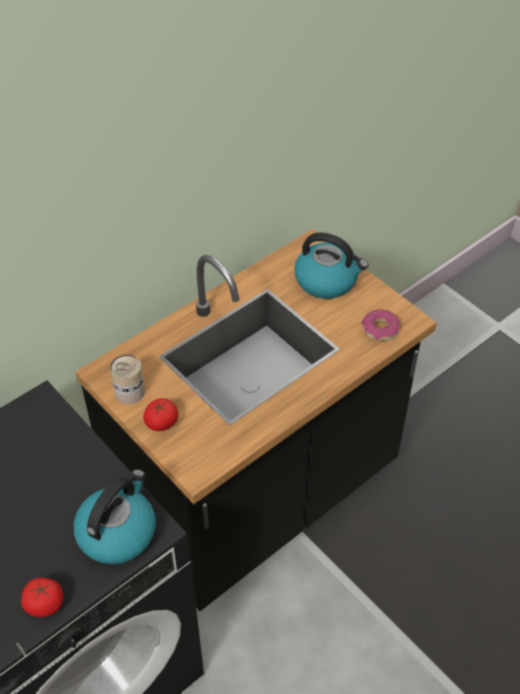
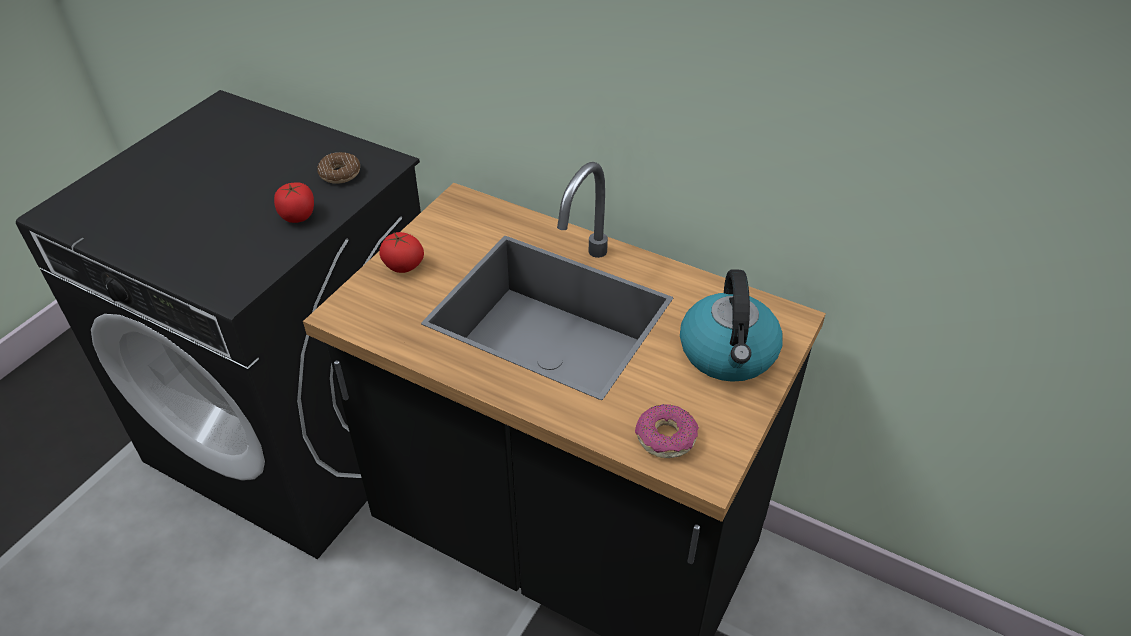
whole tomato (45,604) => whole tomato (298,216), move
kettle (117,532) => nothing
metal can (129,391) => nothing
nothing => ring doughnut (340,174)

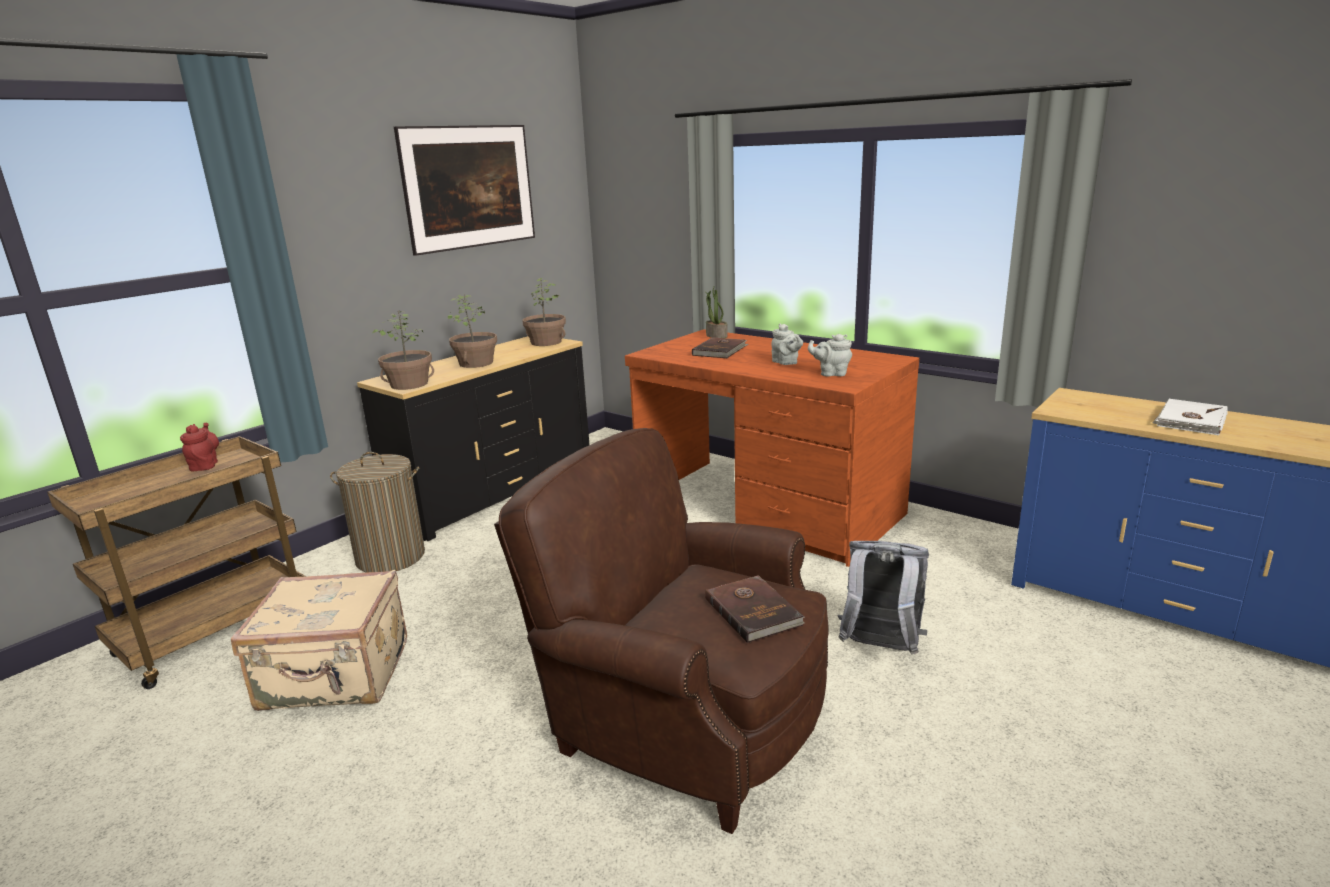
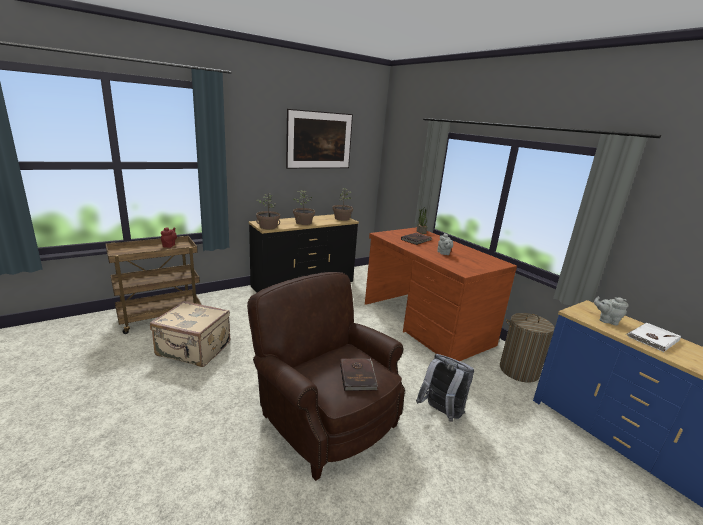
laundry basket (390,557) => laundry basket (519,370), move
teapot (grey) (831,373) => teapot (grey) (606,321), move

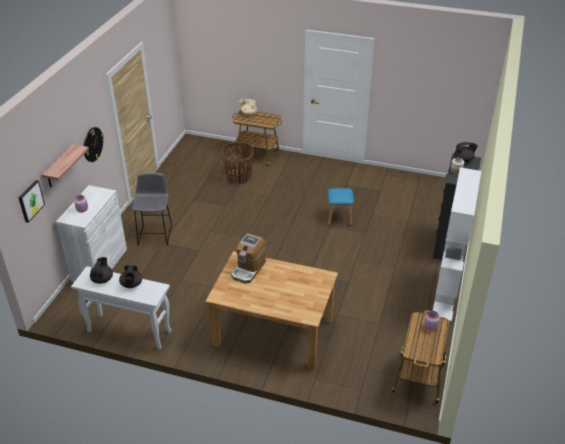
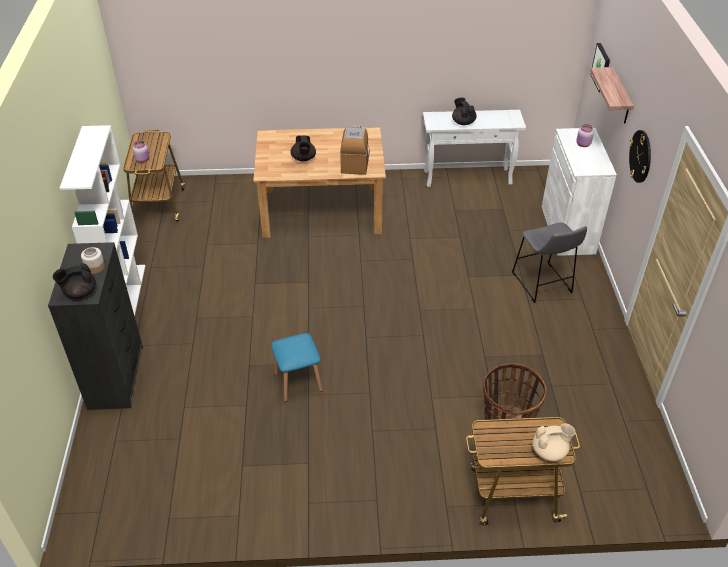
teapot (blackish) (102,279) => teapot (blackish) (303,159), move

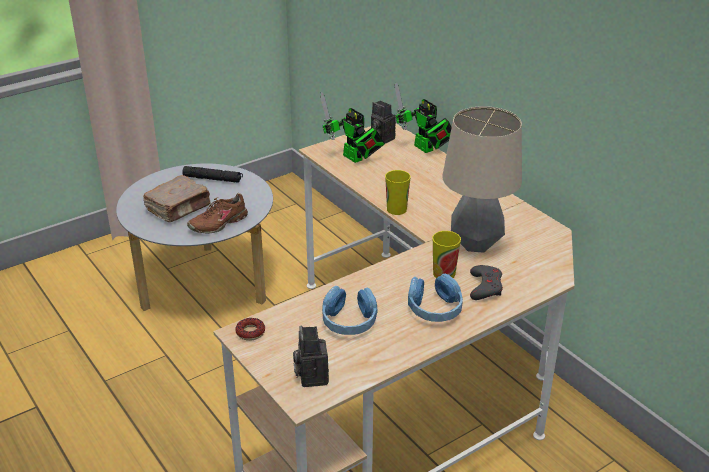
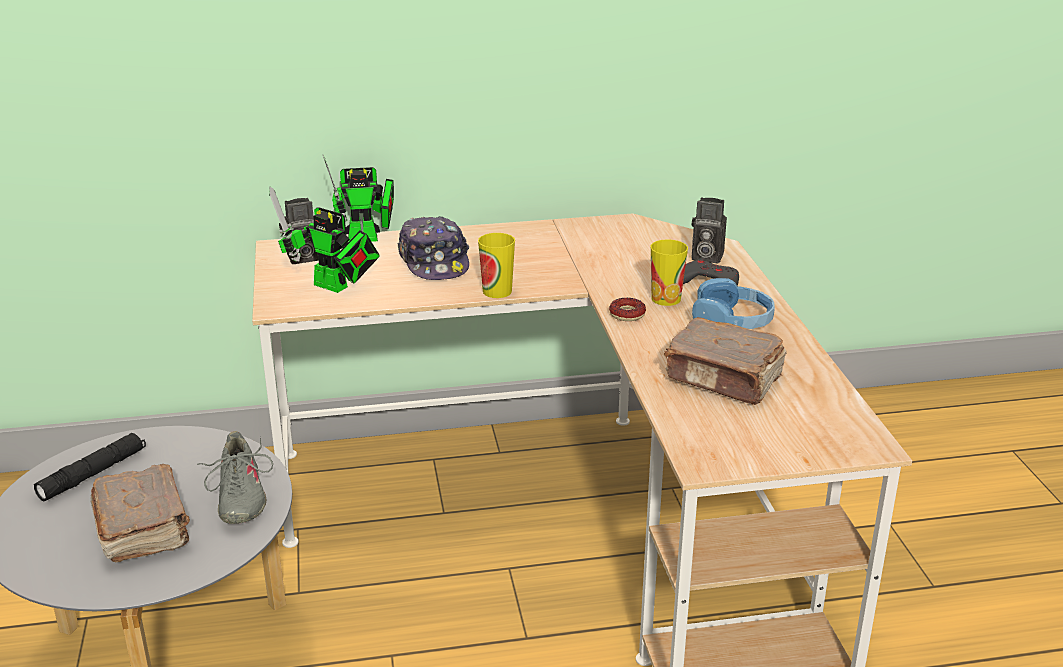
item of footwear (brown) (218,223) => item of footwear (grey) (239,497)
ring doughnut (250,332) => ring doughnut (627,314), move
photo camera (311,376) => photo camera (705,257), move
model robot (355,159) => model robot (335,287), 45 degrees clockwise
headset (blue) (349,321) => volume (brown) (724,379)
table lamp (476,244) => nothing
nothing => peaked cap (434,262)

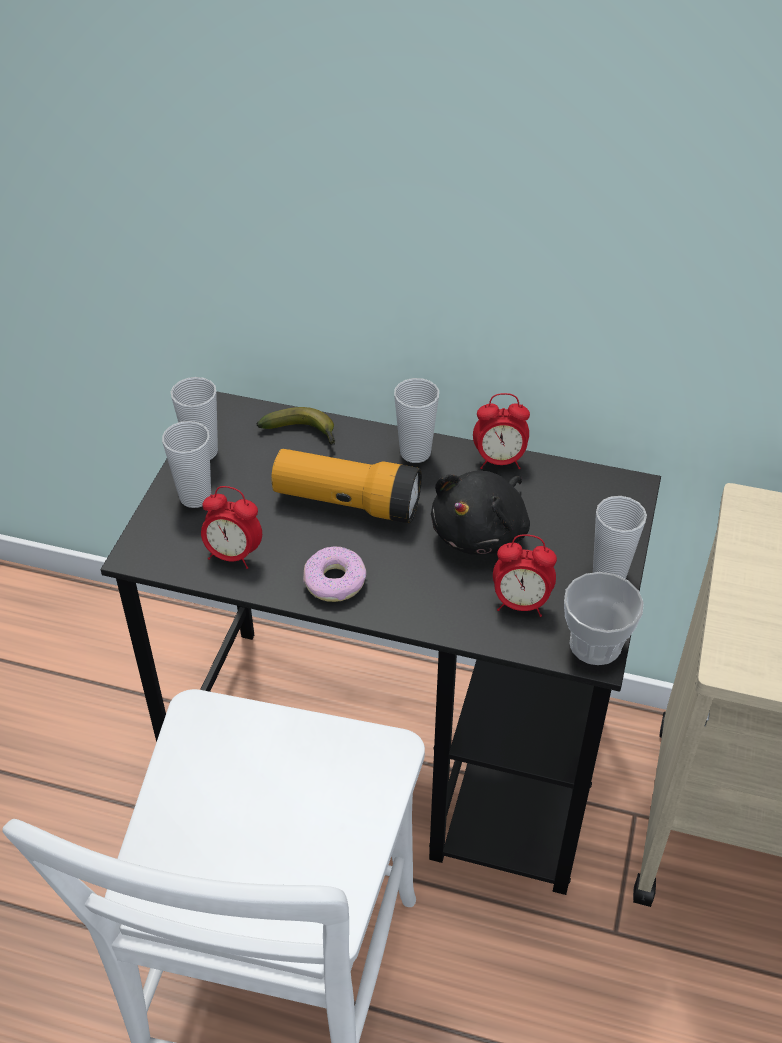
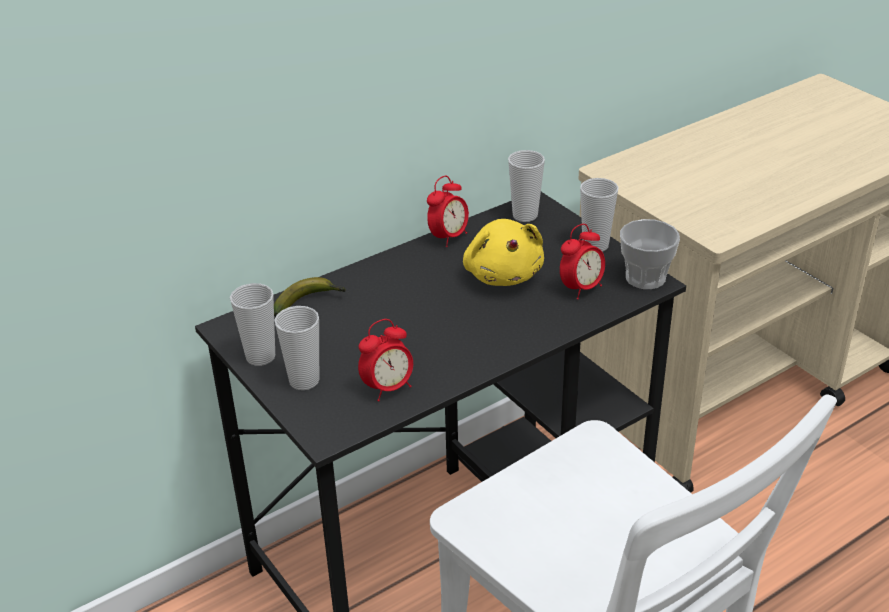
torch (347,502) => nothing
ring doughnut (335,581) => nothing
drinking cup (415,453) => drinking cup (525,215), move
plush toy (blackish) (482,532) => plush toy (yellowish) (503,274)

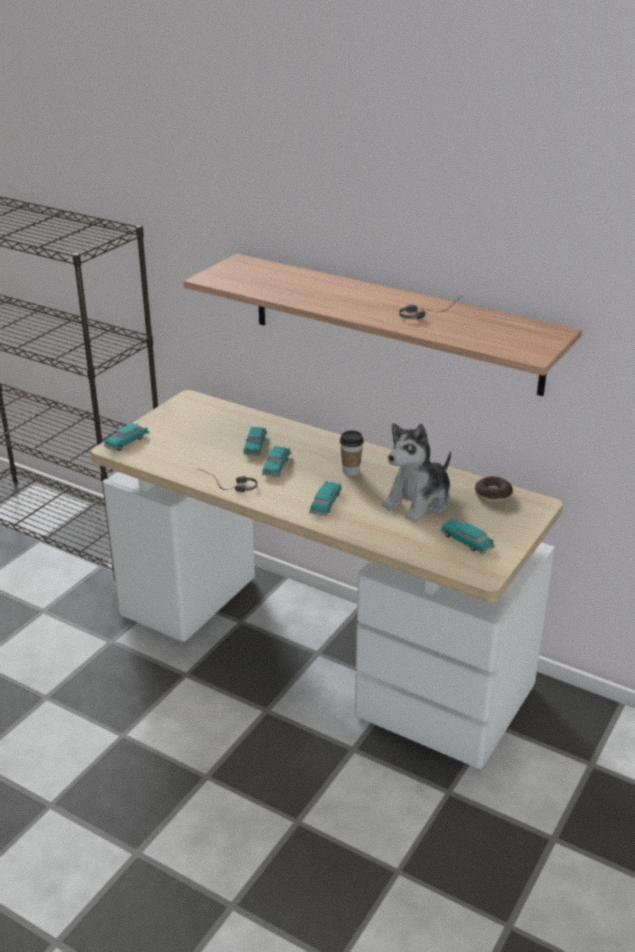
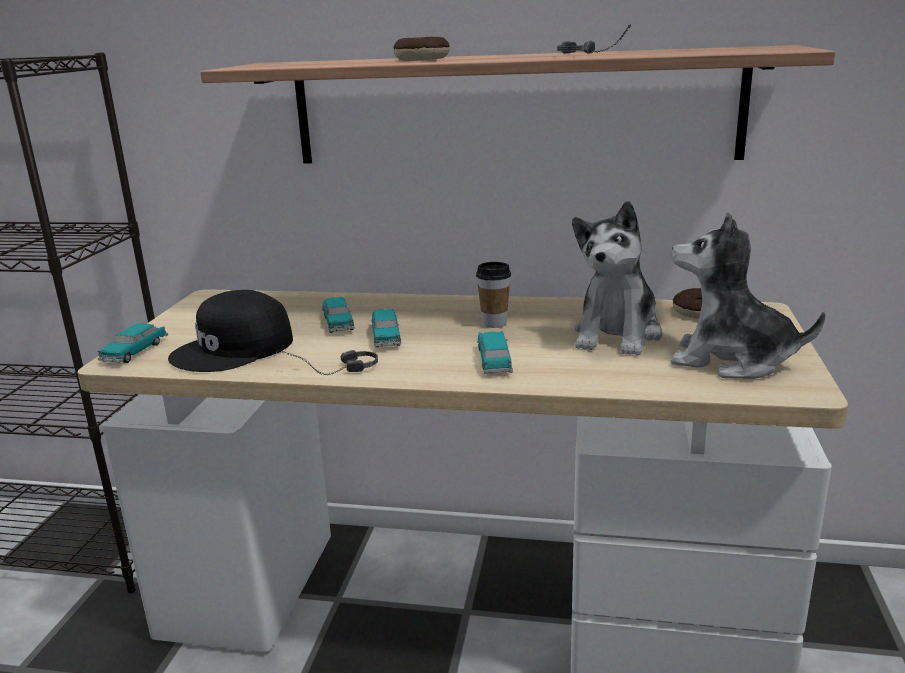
miniature car (466,541) => plush toy (731,361)
nothing => peaked cap (blackish) (234,349)
nothing => ring doughnut (422,59)

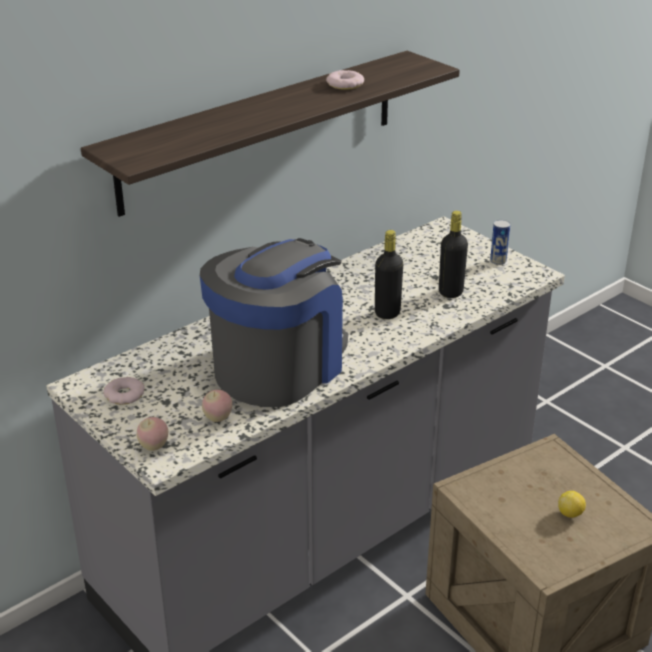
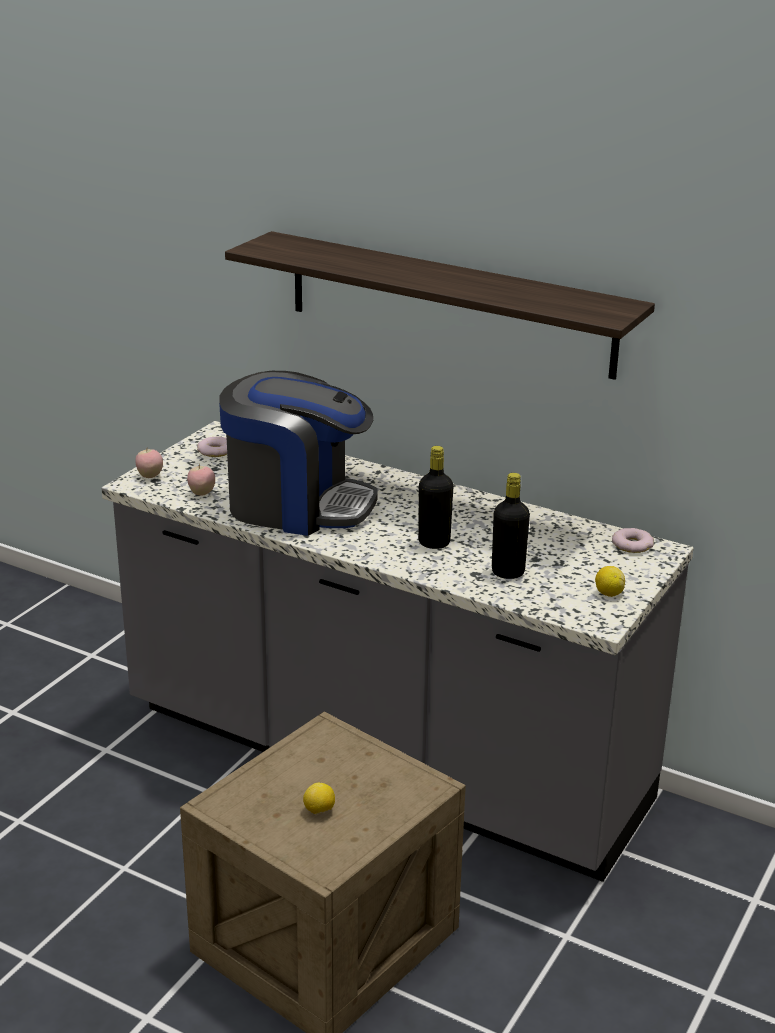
ring doughnut (345,84) => ring doughnut (632,545), move
metal can (498,261) => lemon (608,593)

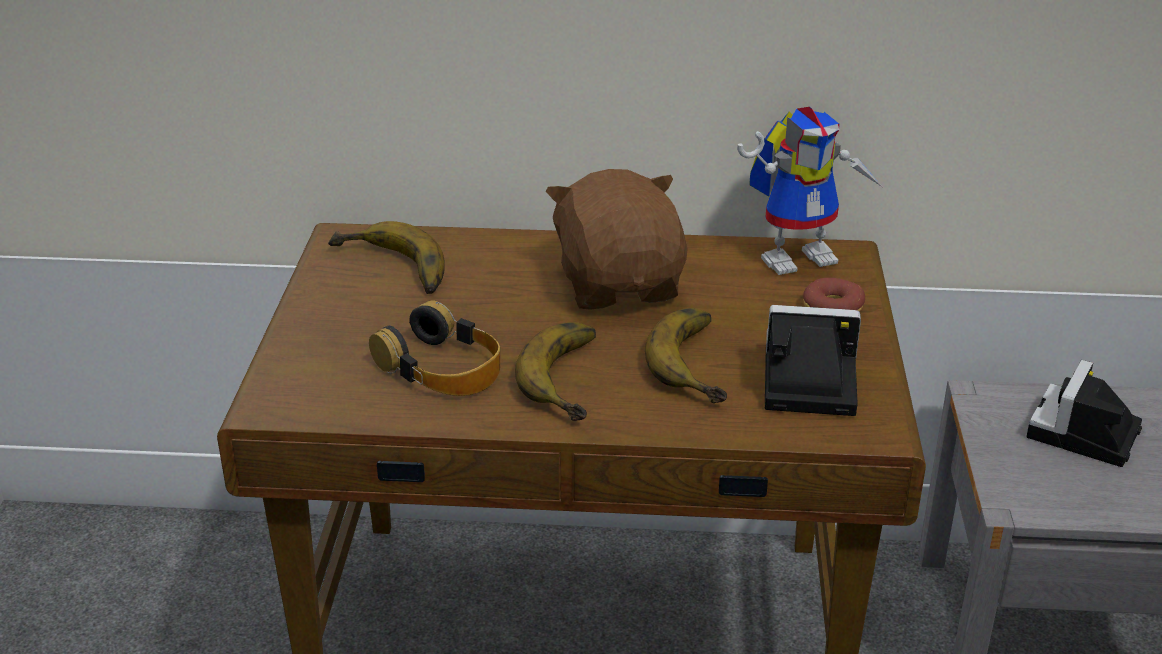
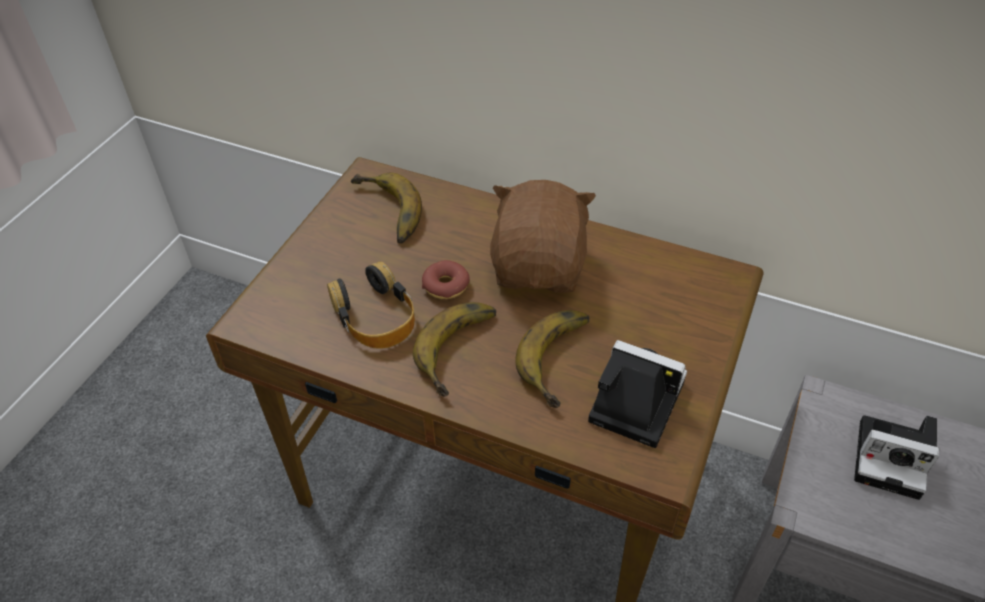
model robot (799,255) => nothing
ring doughnut (832,308) => ring doughnut (446,286), move
photo camera (1083,435) => photo camera (892,458), 120 degrees counterclockwise

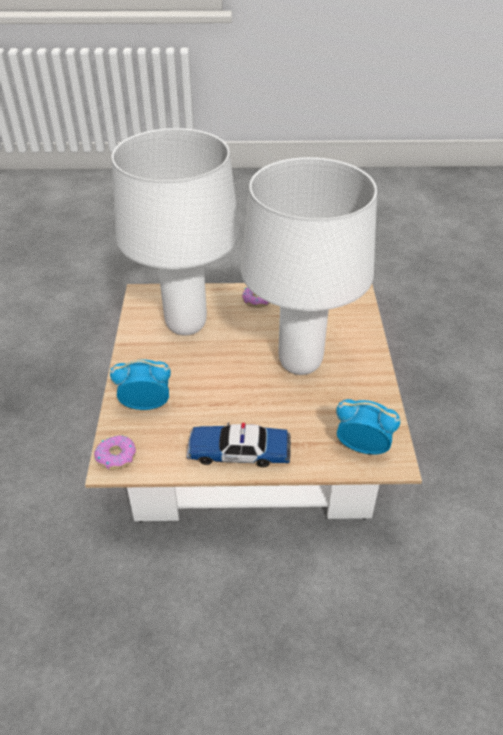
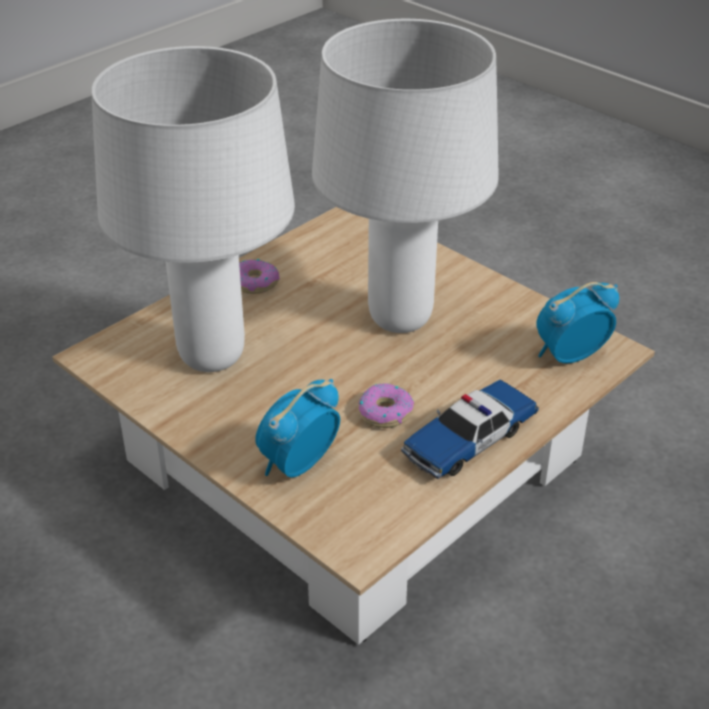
ring doughnut (116,456) => ring doughnut (385,412), move

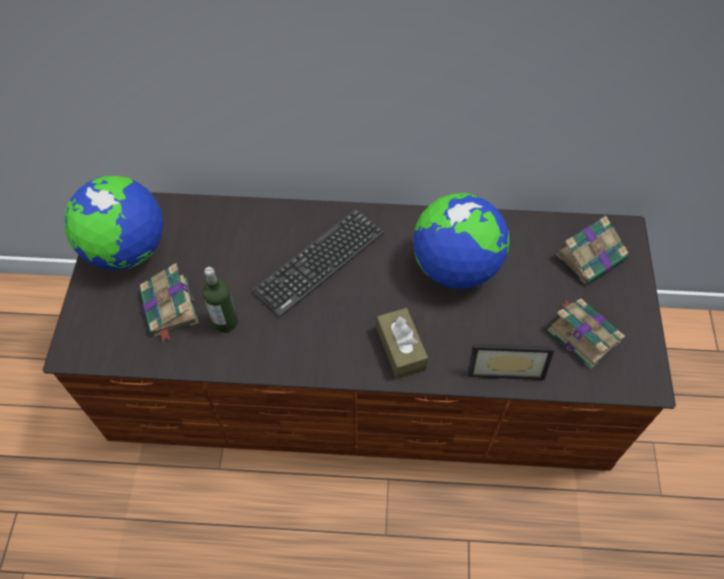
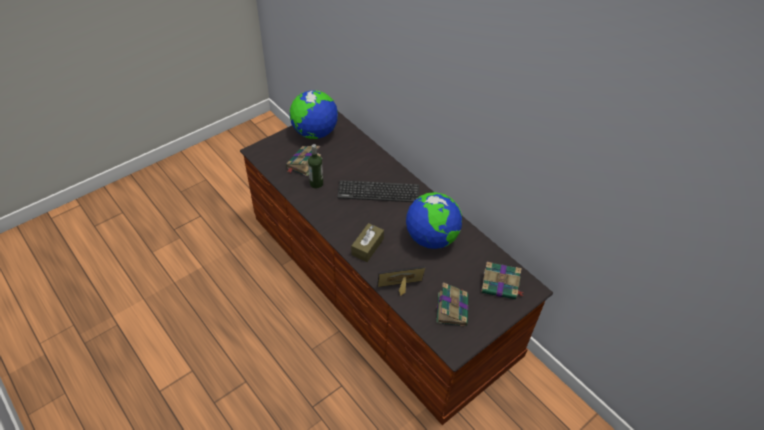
picture frame (505,365) => picture frame (401,289), 120 degrees clockwise

